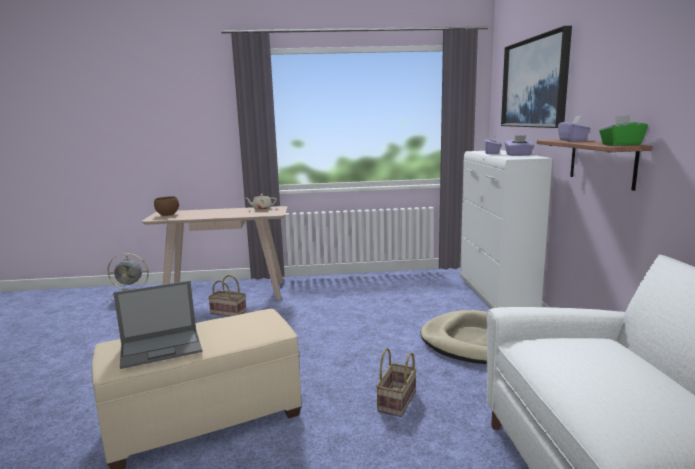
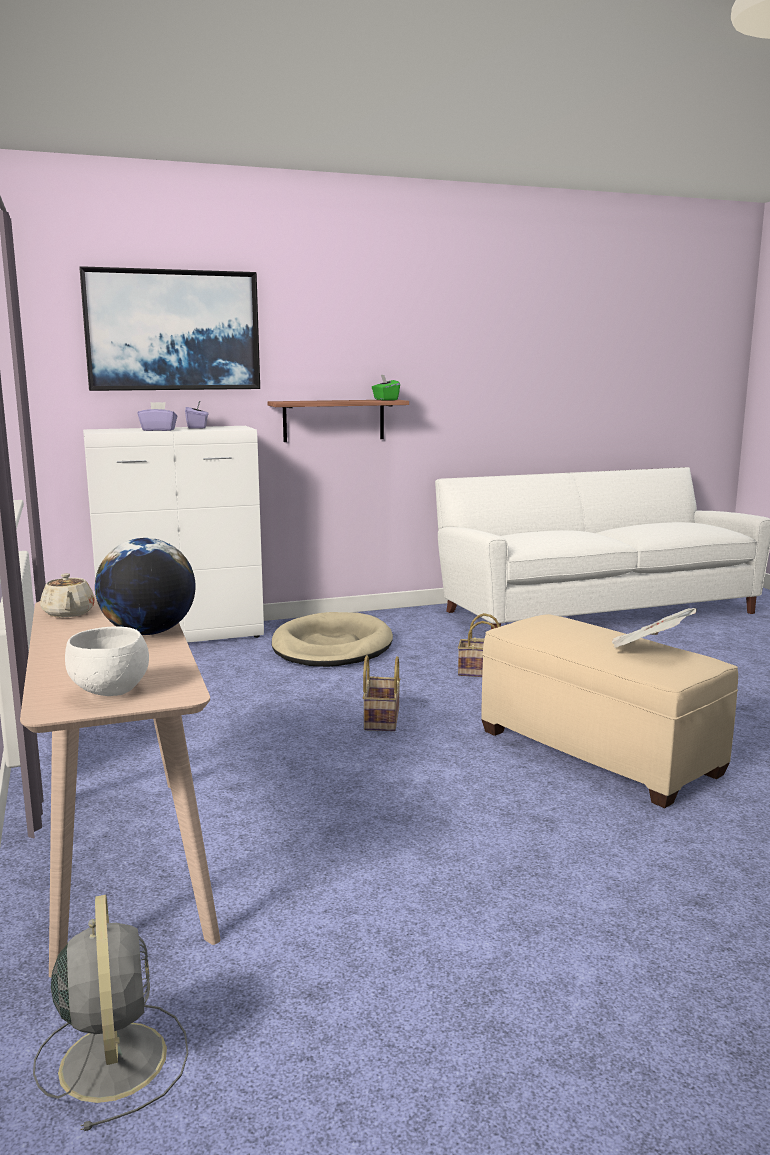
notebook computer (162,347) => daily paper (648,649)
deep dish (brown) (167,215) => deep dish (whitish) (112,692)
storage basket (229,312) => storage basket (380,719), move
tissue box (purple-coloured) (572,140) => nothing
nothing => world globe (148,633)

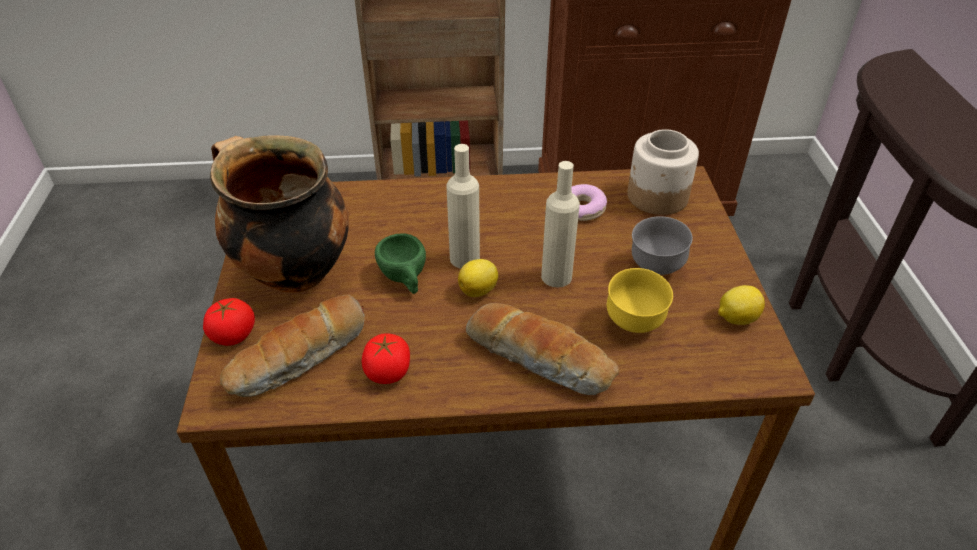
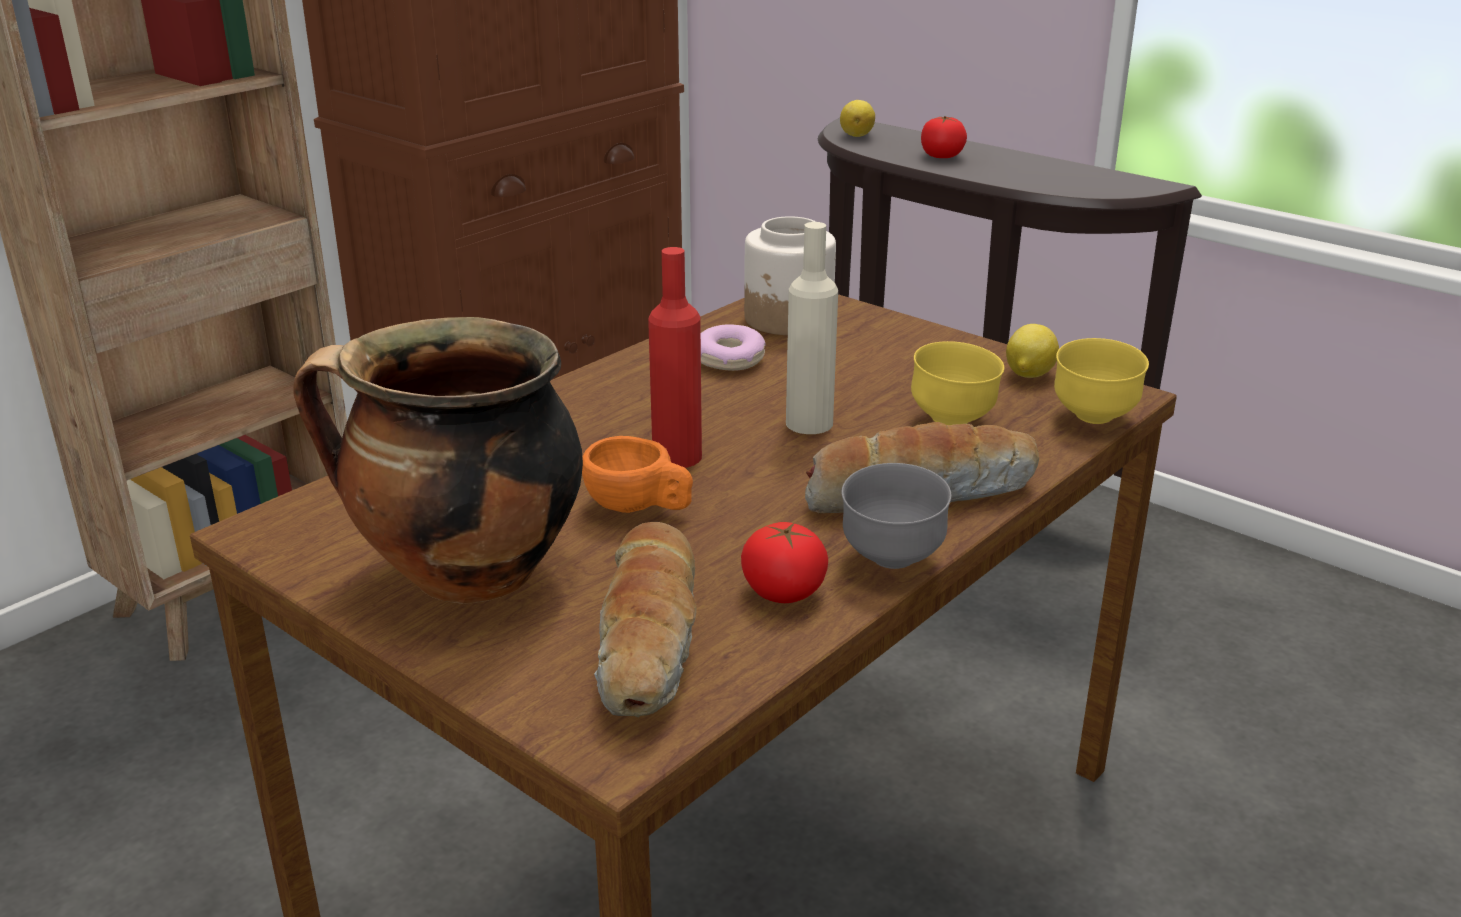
whole tomato (234,335) => whole tomato (941,156), move
drinking cup (green) (405,279) => drinking cup (orange) (639,507)
bottle (beige) (464,258) => bottle (reddish) (677,456)
lemon (479,290) => lemon (857,135), move
deep dish (grey) (655,268) => deep dish (grey) (891,561), move
nothing => deep dish (yellowish) (1093,419)

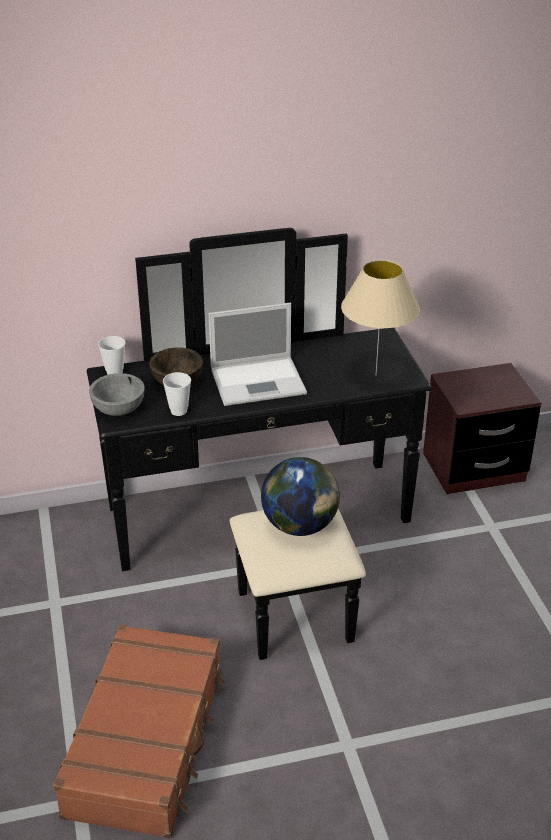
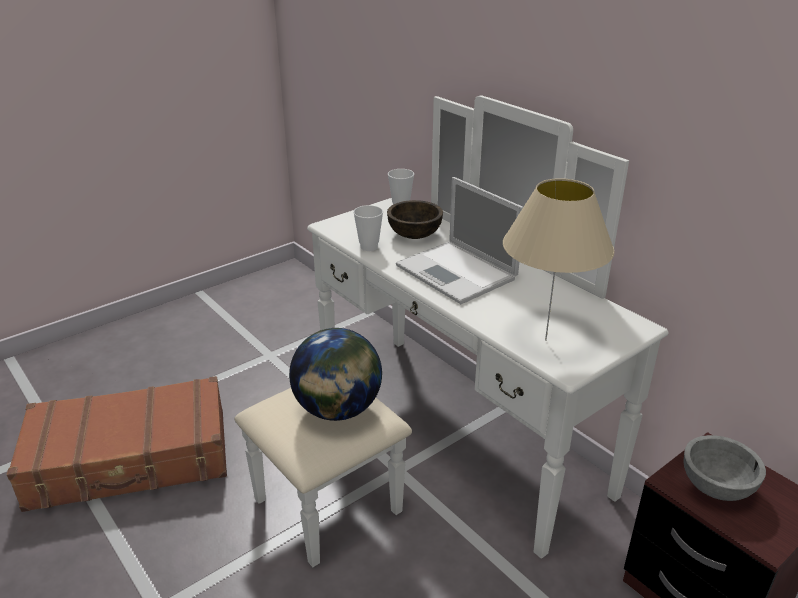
dresser (blackish) (267,535) => dresser (whitish) (430,446)
deep dish (grey) (119,409) => deep dish (grey) (716,486), move

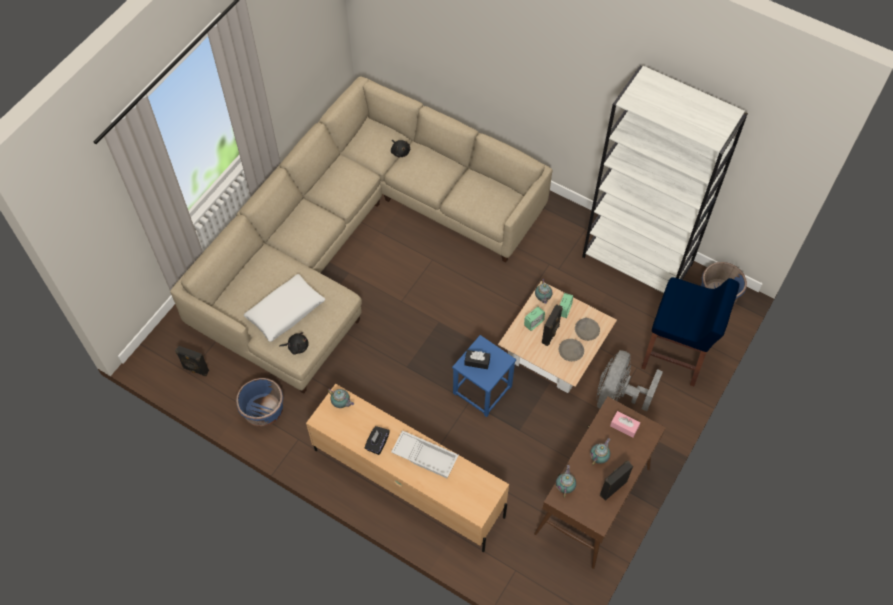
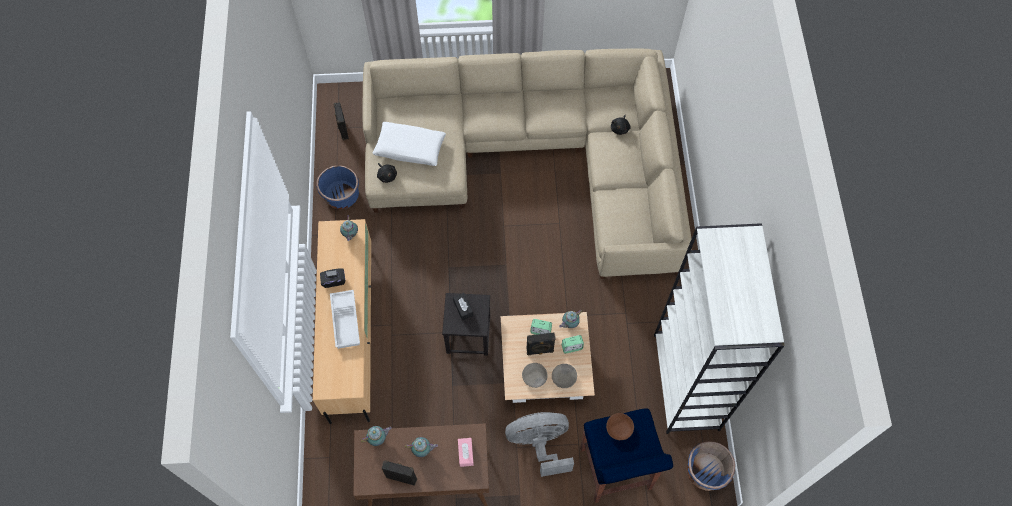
sitting stool (blue) (482,390) => sitting stool (blackish) (468,335)
nothing => deep dish (brown) (619,428)

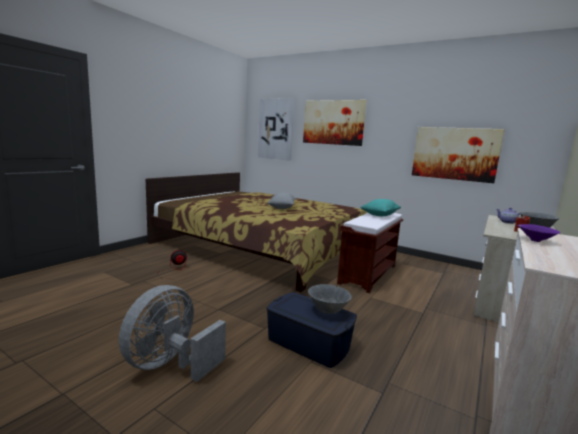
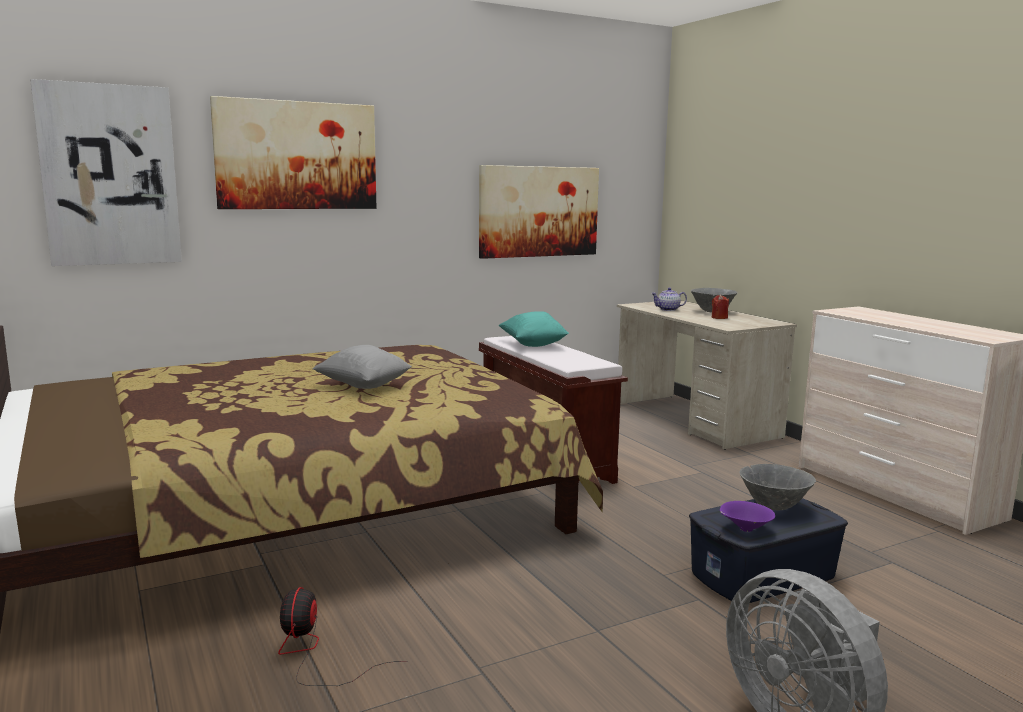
deep dish (purple-coloured) (534,240) => deep dish (purple-coloured) (744,529), move

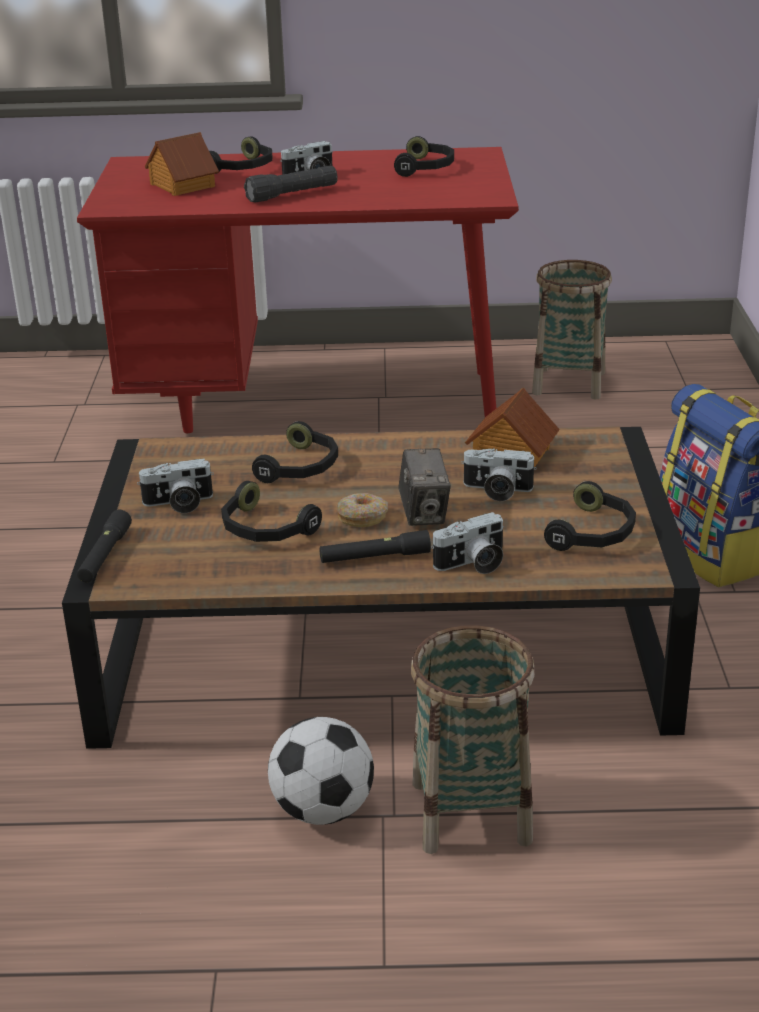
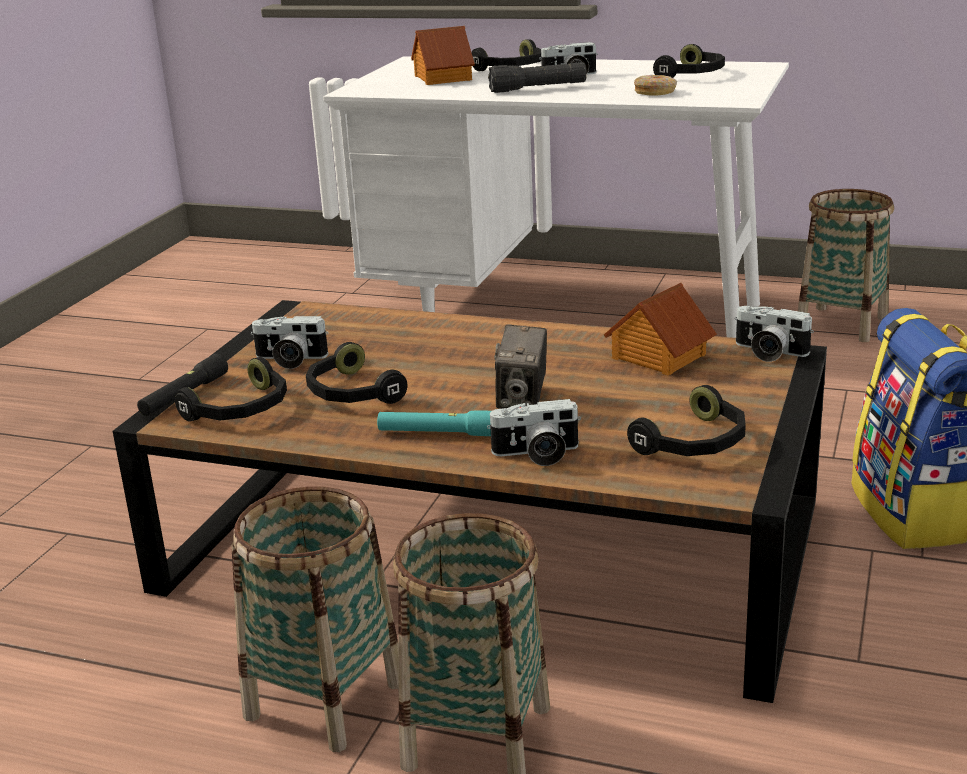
desk (reddish) (314,401) => desk (whitish) (565,313)
headset (blackish) (302,467) => headset (blackish) (242,410), move
football ball (323,810) => storage basket (325,700)
torch (blackish) (375,557) => torch (turquoise) (439,433)
ring doughnut (362,517) => ring doughnut (655,92), move
photo camera (496,491) => photo camera (768,352), move

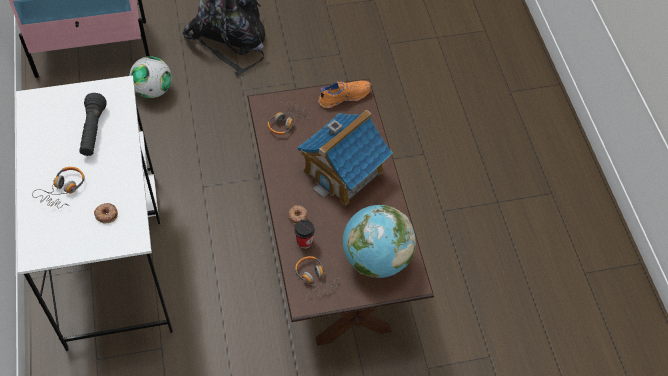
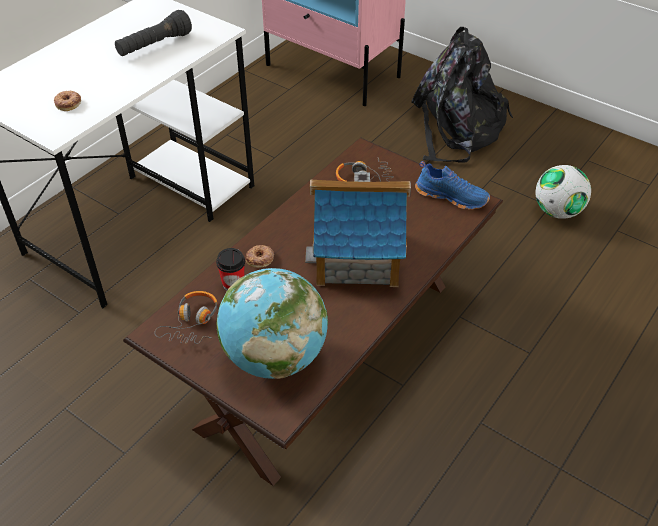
headset (63,190) => nothing
football ball (153,90) => football ball (557,211), move
item of footwear (orange) (344,96) => item of footwear (blue) (451,196)

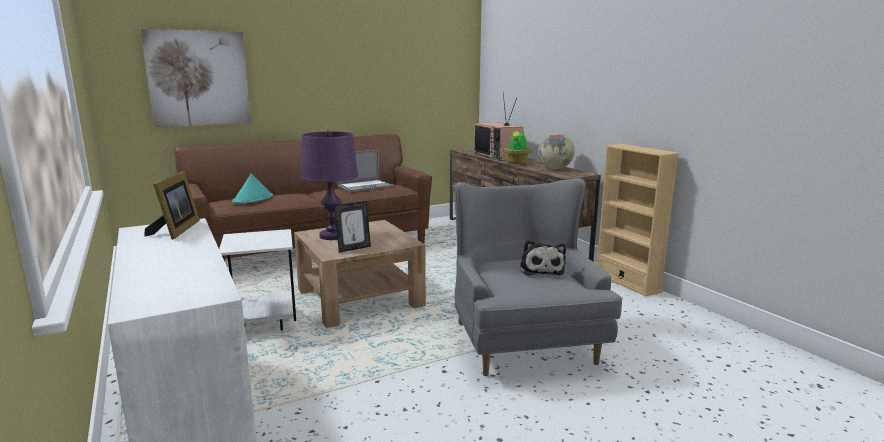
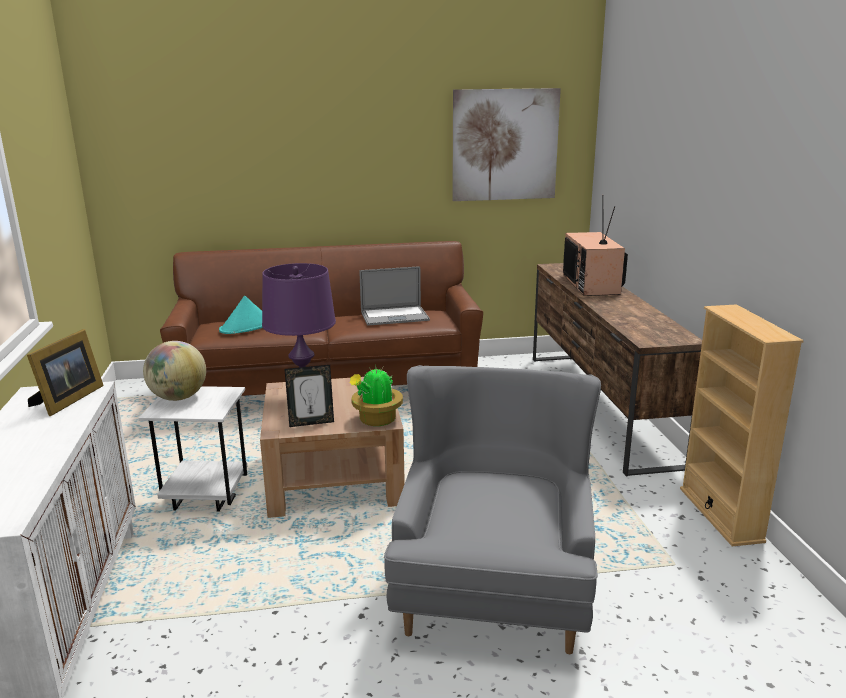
wall picture (198,78) => wall picture (505,145), move
plant in a pot (517,163) => plant in a pot (376,420), move
plush toy (541,269) => nothing
world globe (555,169) => world globe (178,397), move

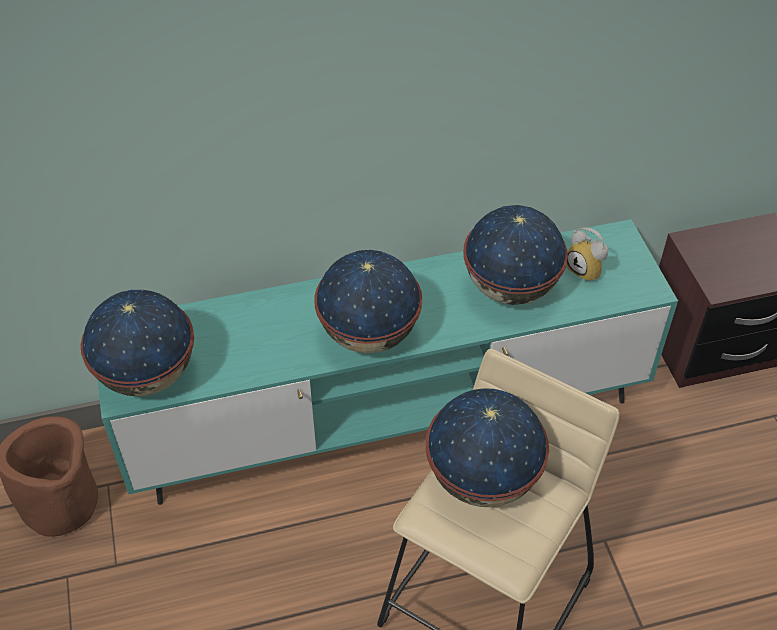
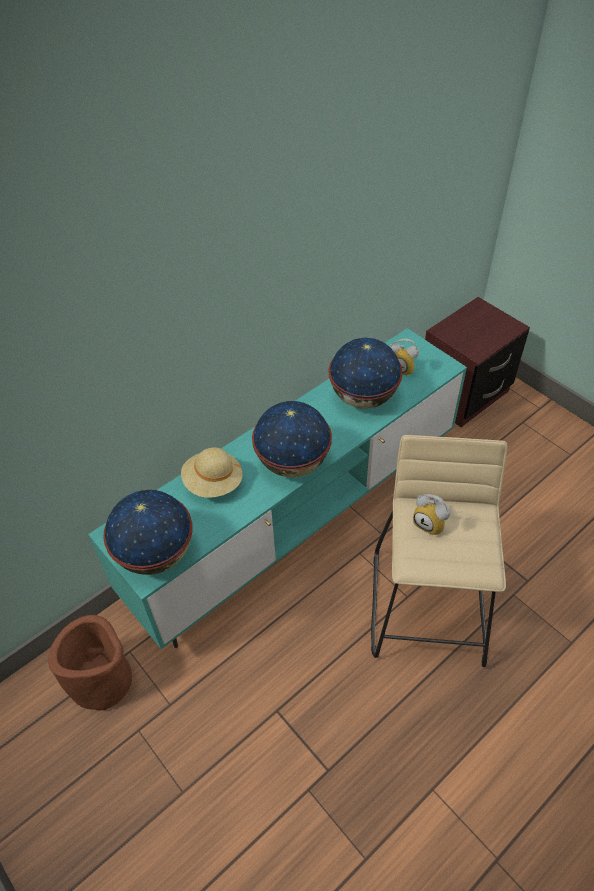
world globe (483,478) => bedside clock (431,523)
nothing => wearable hat (beige) (213,483)

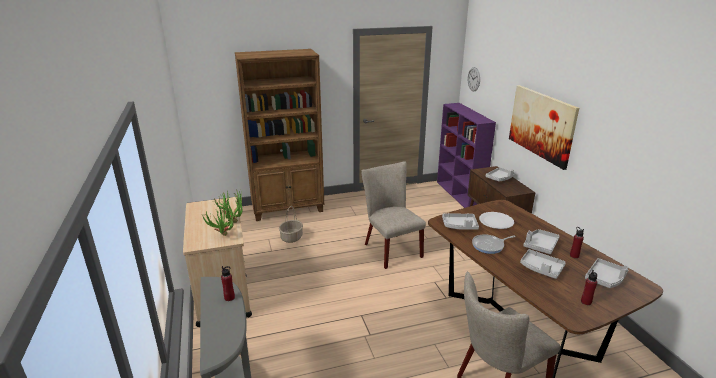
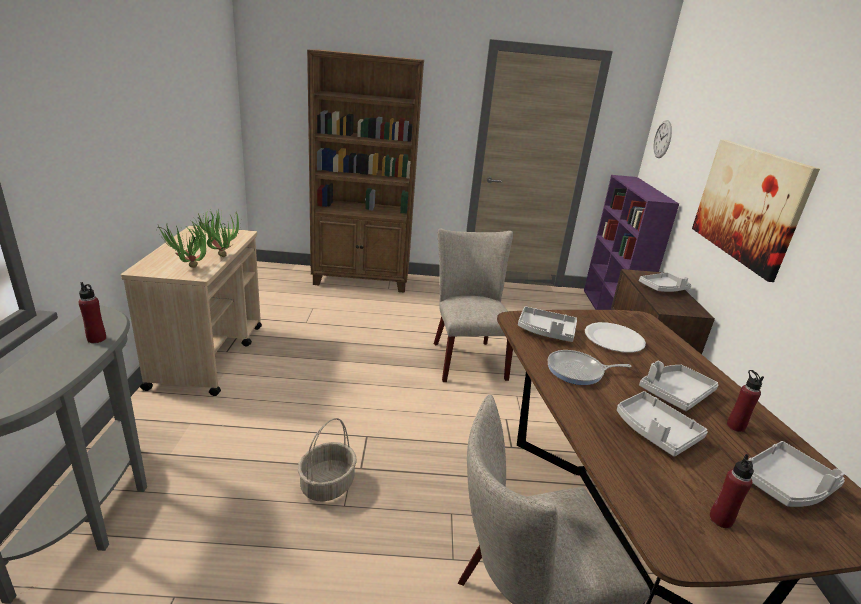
storage basket (291,238) => storage basket (327,485), move

